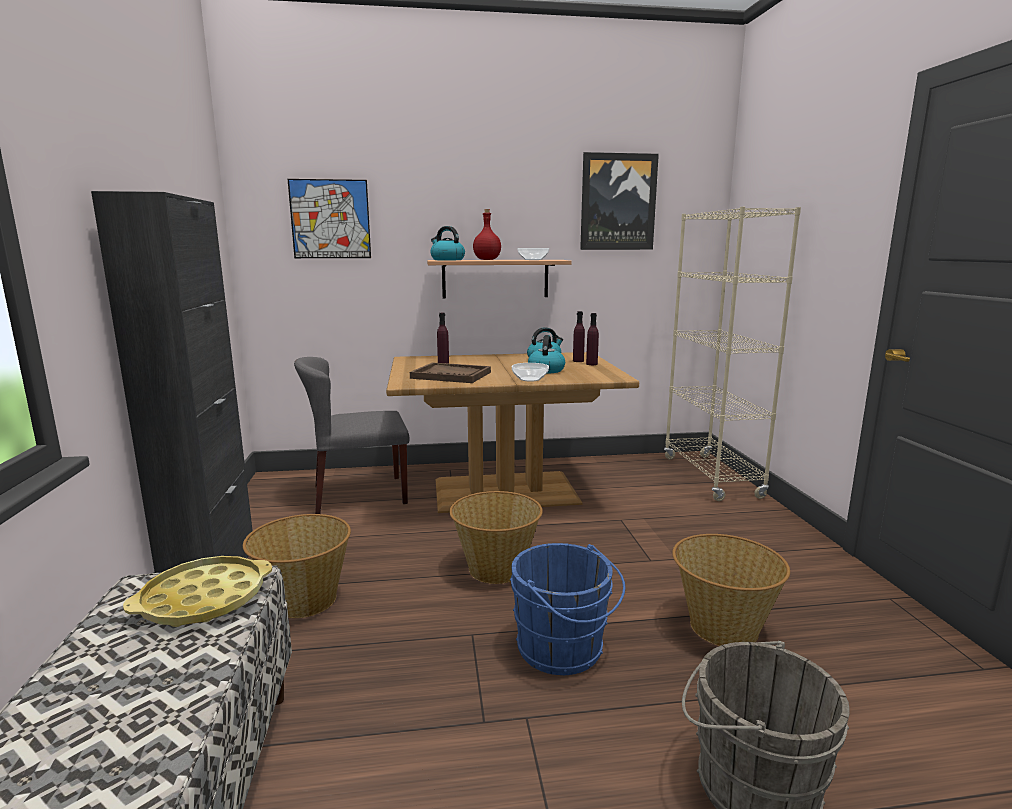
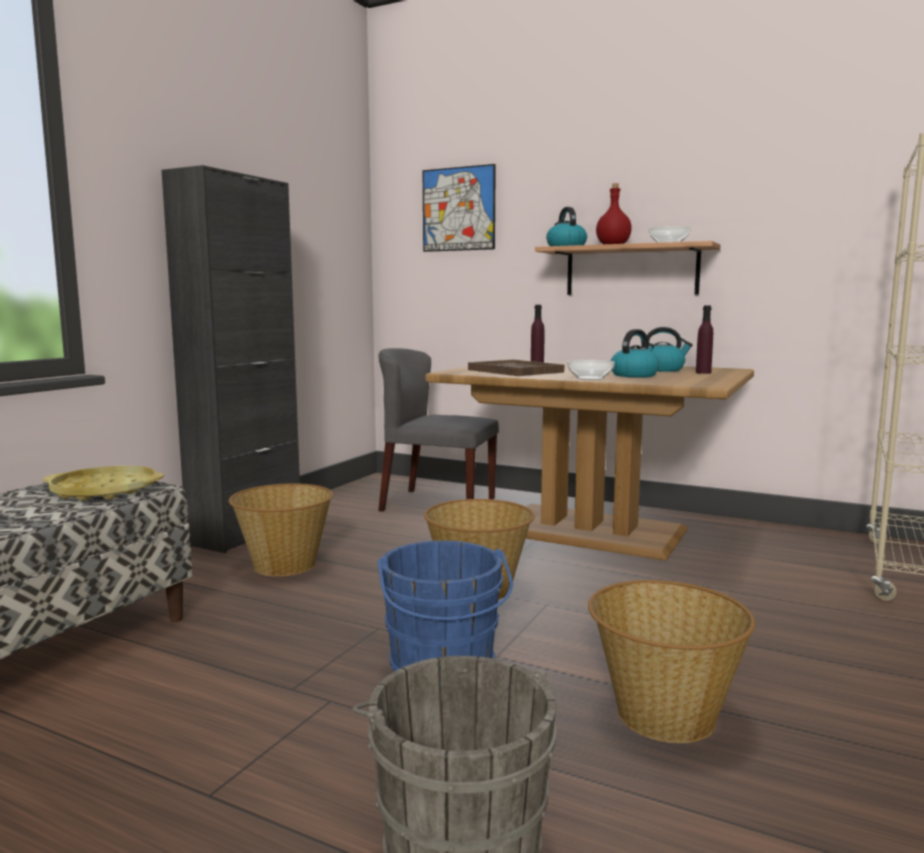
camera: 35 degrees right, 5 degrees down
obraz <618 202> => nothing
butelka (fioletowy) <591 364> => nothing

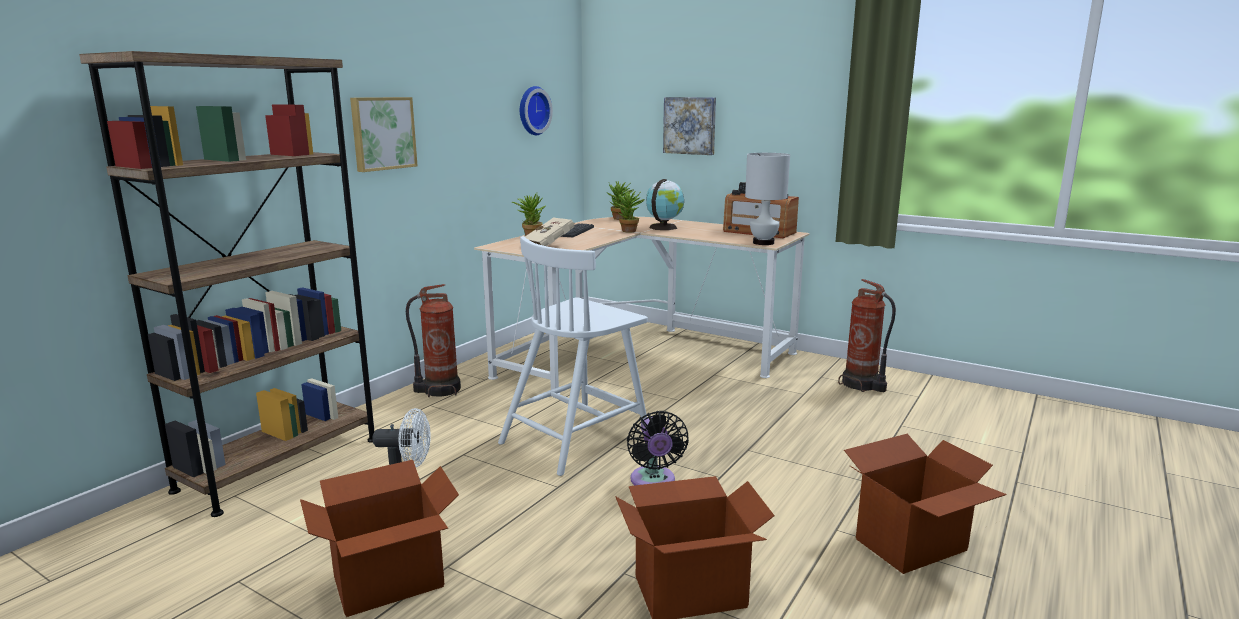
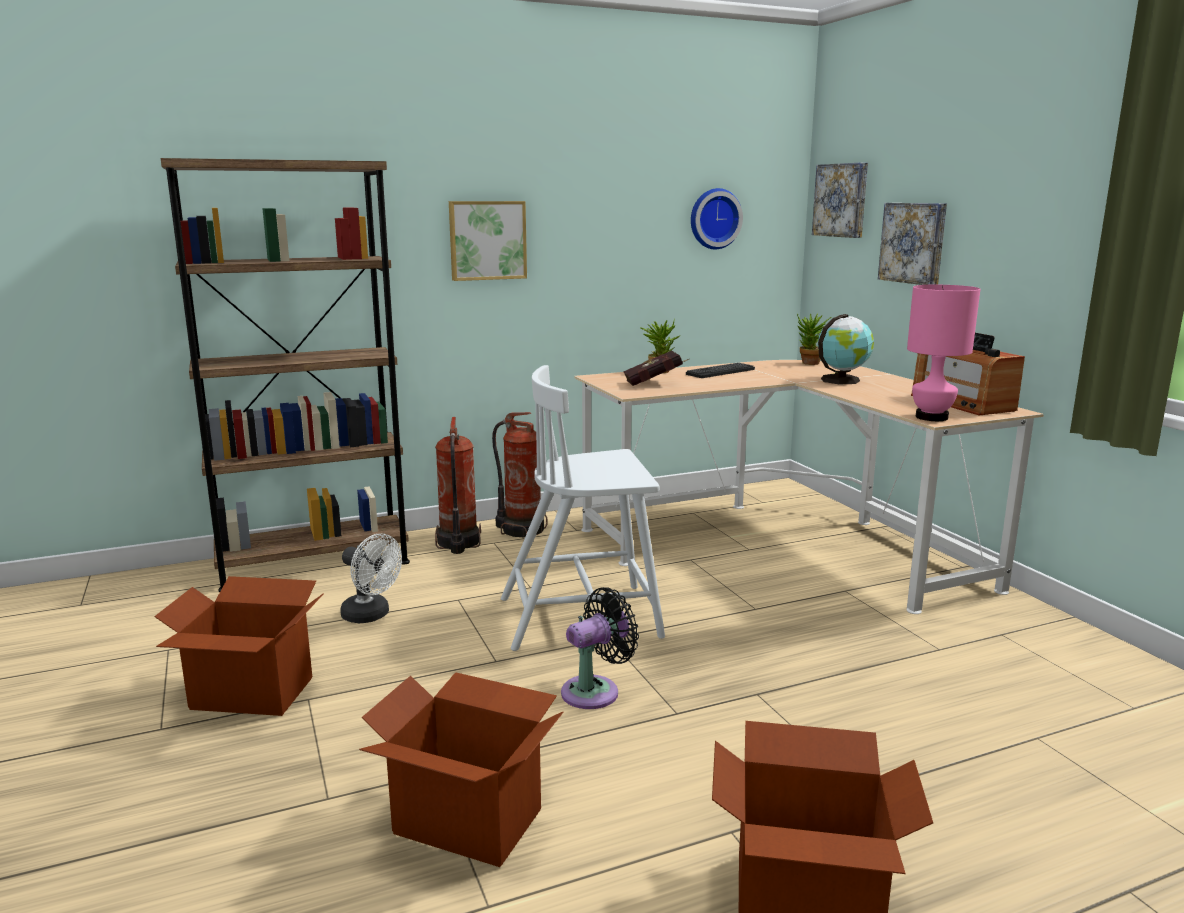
camera: 35 degrees right, 0 degrees up
książka (beżowy) <551 245> => książka (czerwony) <655 384>
roślina doniczkowa <629 231> => nothing
wentylator (czarny) <653 482> => wentylator (czarny) <595 691>, 150 degrees counterclockwise
lampa stołowa (biały) <763 243> => lampa stołowa (różowy) <931 417>
gaśnica <862 385> => gaśnica <457 543>, shifted
nothing => obraz <842 200>

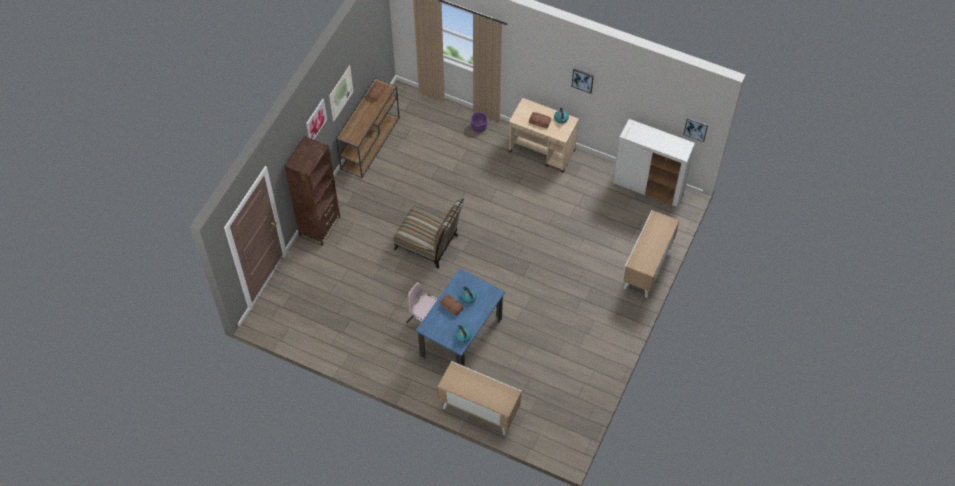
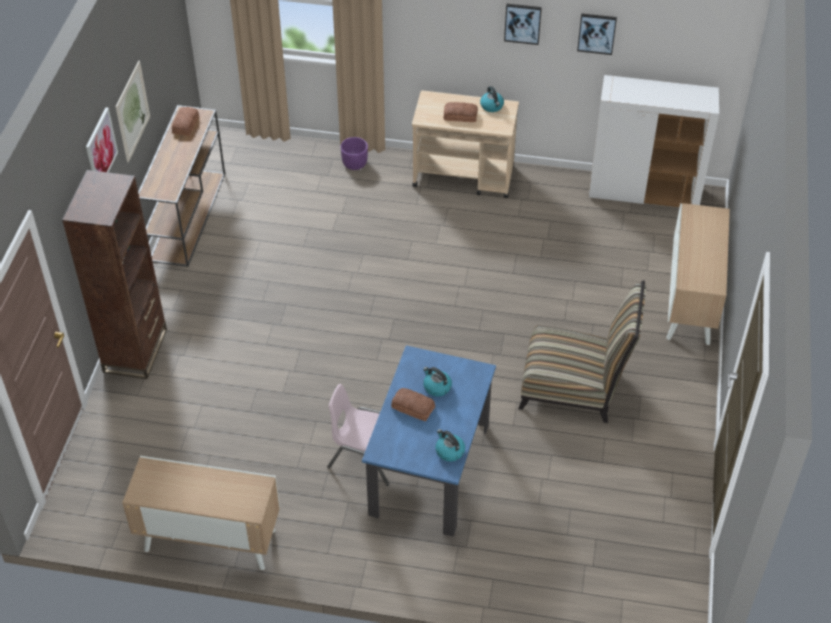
camera: 15 degrees left, 10 degrees down
krzesło <429 244> => krzesło <575 387>, shifted
szafka <478 410> => szafka <209 540>, shifted
obraz <696 128> => obraz <596 33>, shifted

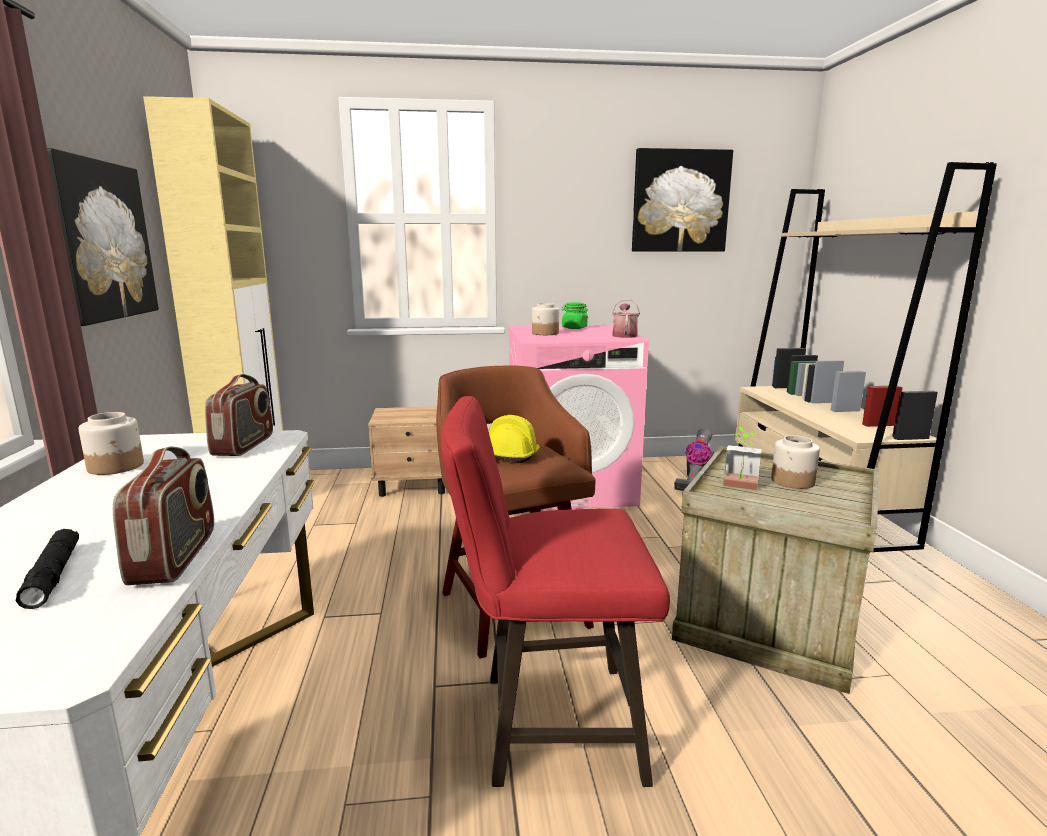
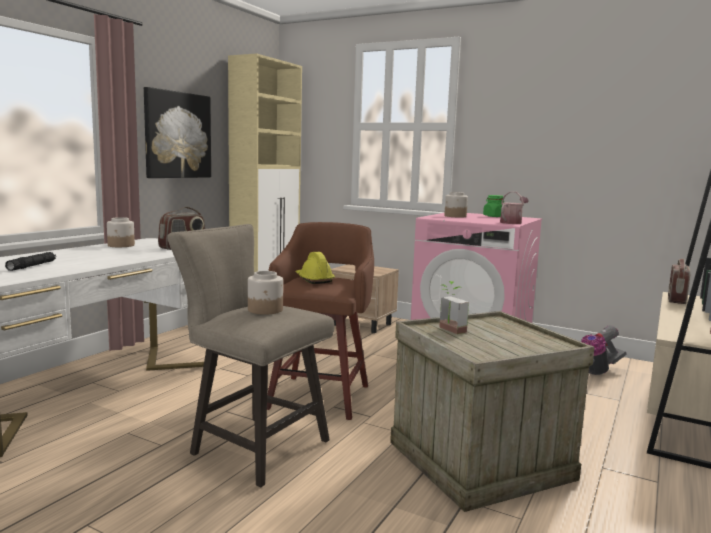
camera: 35 degrees right, 5 degrees down
radio <175 557> => radio <677 299>, shifted
stołek (czerwony) <547 725> => stołek (beżowy) <252 445>
obraz <680 201> => nothing
słoik <793 481> => słoik <265 310>, shifted

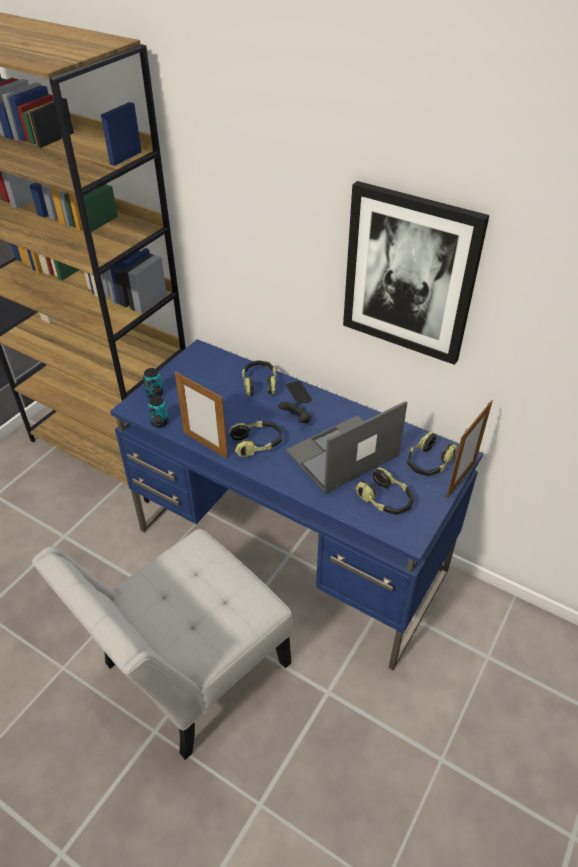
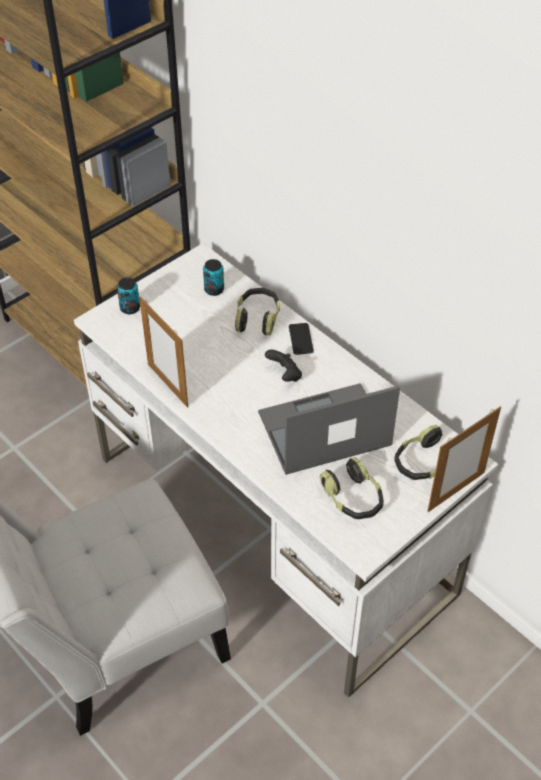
camera: 15 degrees right, 5 degrees up
biurko (niebieski) <291 551> => biurko (biały) <274 525>
puszka <160 422> => puszka <214 290>, shifted
słuchawki <257 444> => nothing
obraz <409 274> => nothing

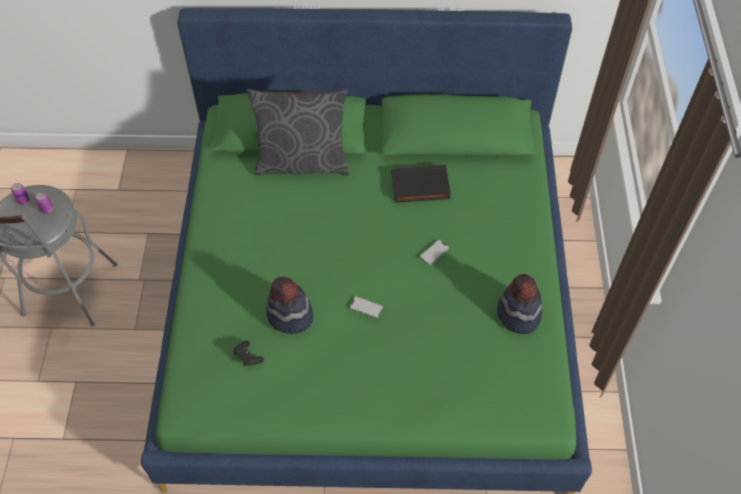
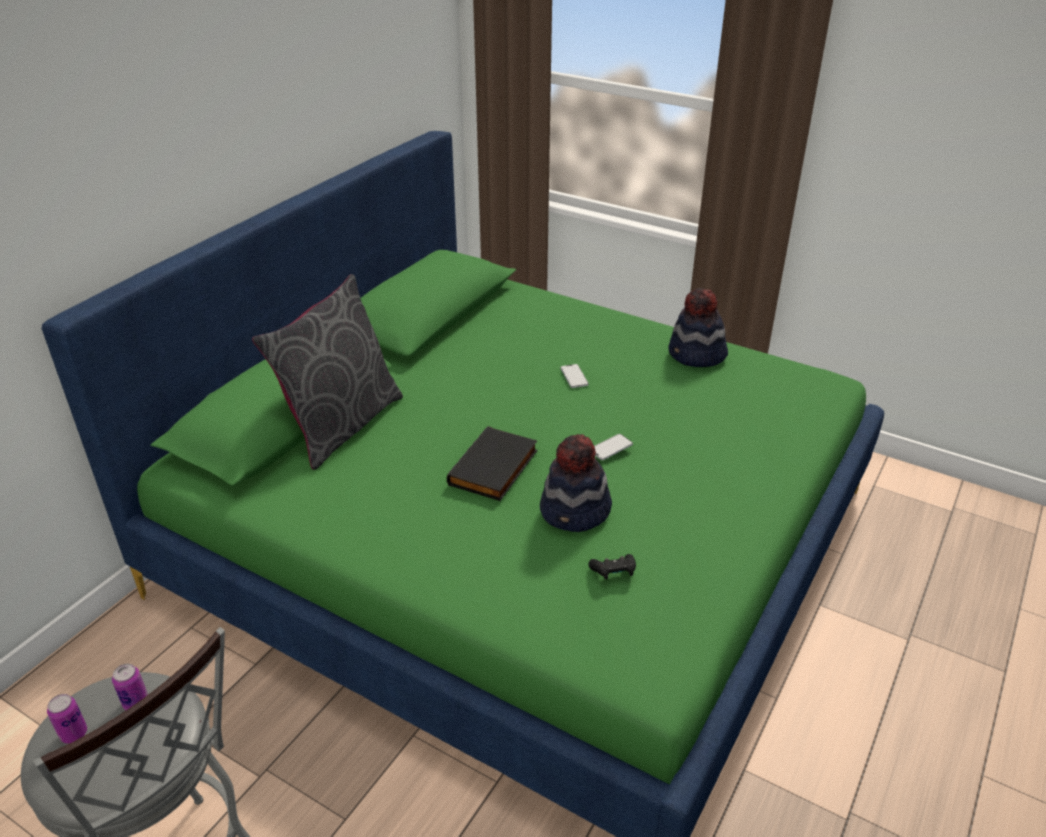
camera: 60 degrees left, 20 degrees down
książka (czarny) <420 187> => książka (czarny) <495 468>, shifted

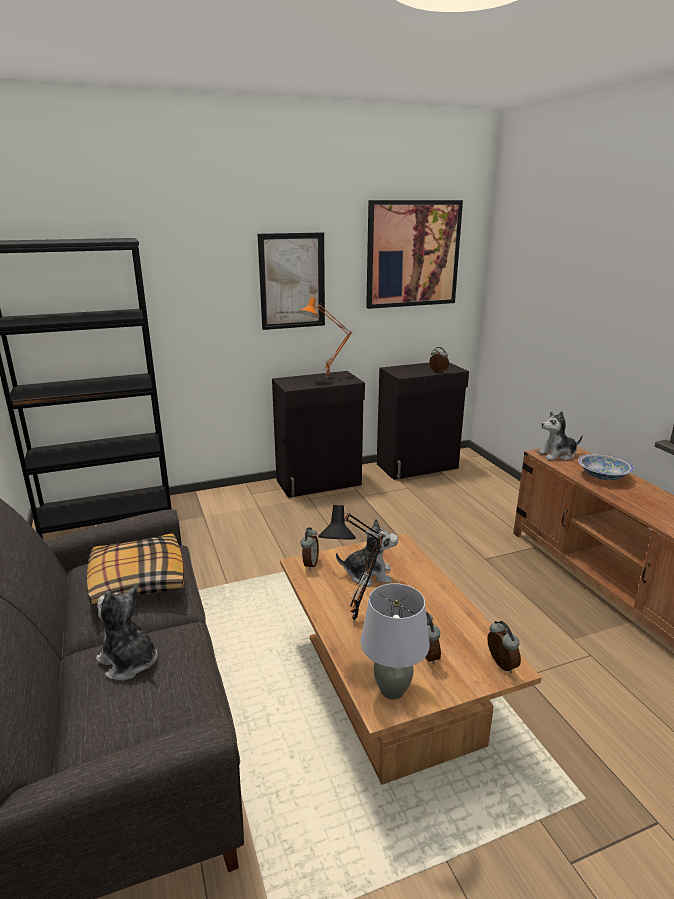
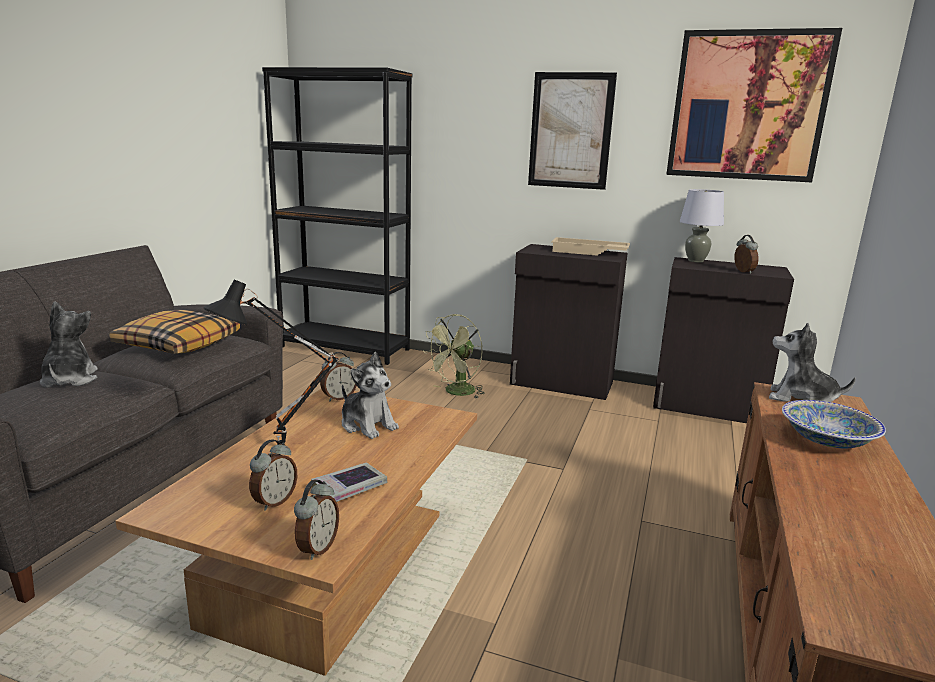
camera: 40 degrees right, 5 degrees down
lampa stołowa (pomarańczowy) <327 377> => taca (beżowy) <589 252>
lampa stołowa (szary) <392 690> => lampa stołowa (szary) <695 261>, shifted
nothing => książka <349 487>
nothing => wentylator (zielony) <456 393>

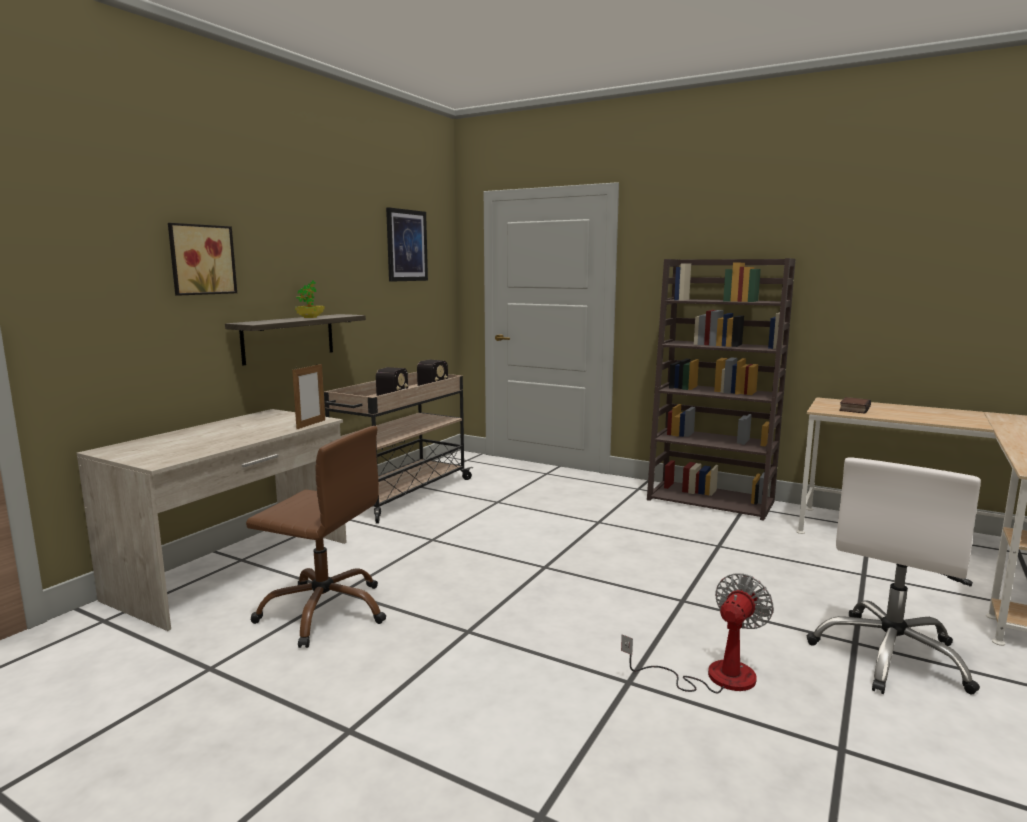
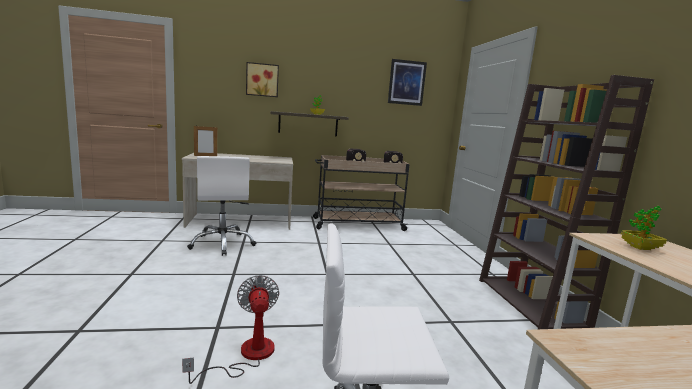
camera: 50 degrees right, 0 degrees up
krzesło biurowe (brązowy) <325 611> => krzesło biurowe (biały) <222 243>
ramka na zdjęcie <311 424> => ramka na zdjęcie <205 156>, shifted
wentylator <713 676> => wentylator <247 355>, 105 degrees counterclockwise
książka <853 409> => roślina doniczkowa <640 247>

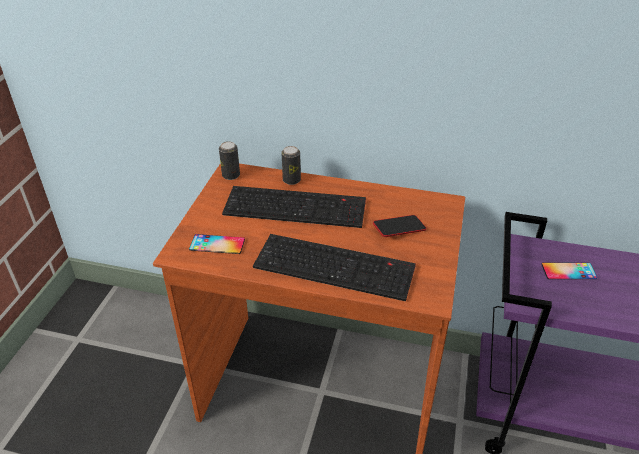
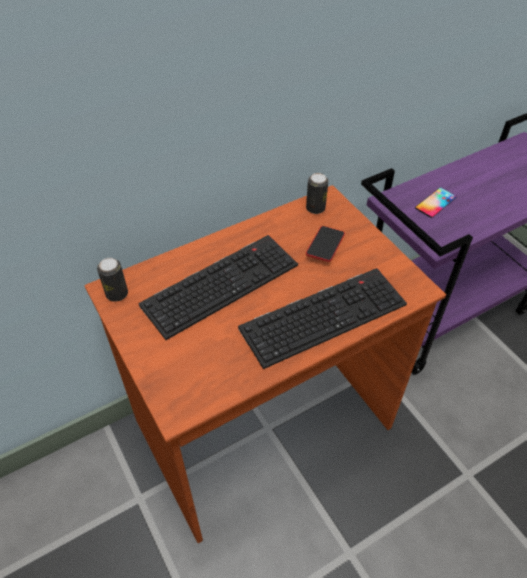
camera: 45 degrees left, 10 degrees up
telefon <217 244> => nothing
puszka <291 180> => puszka <315 208>, shifted

